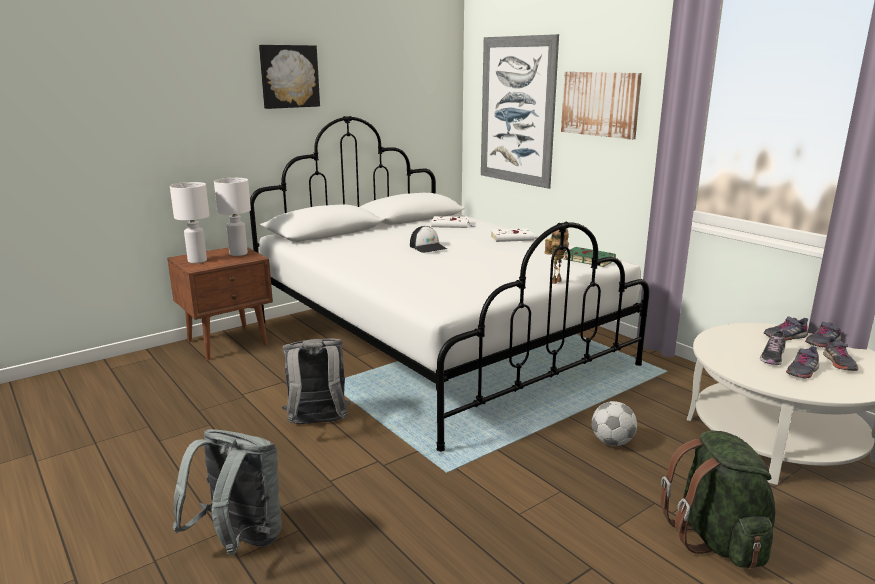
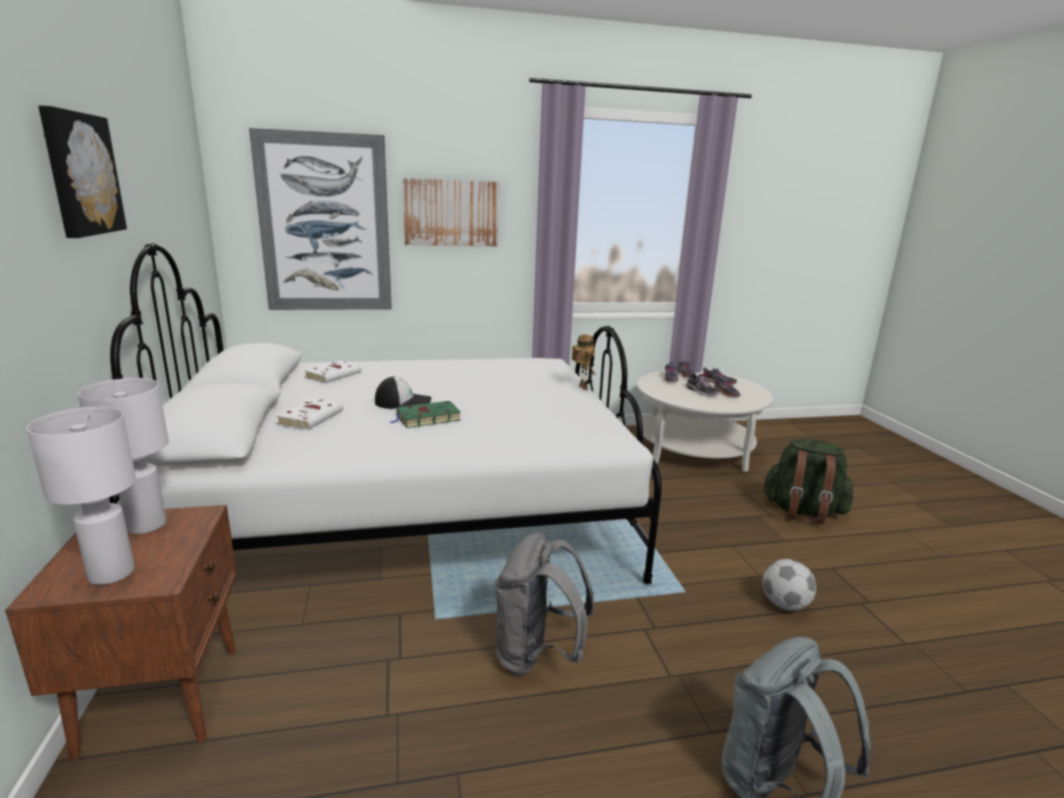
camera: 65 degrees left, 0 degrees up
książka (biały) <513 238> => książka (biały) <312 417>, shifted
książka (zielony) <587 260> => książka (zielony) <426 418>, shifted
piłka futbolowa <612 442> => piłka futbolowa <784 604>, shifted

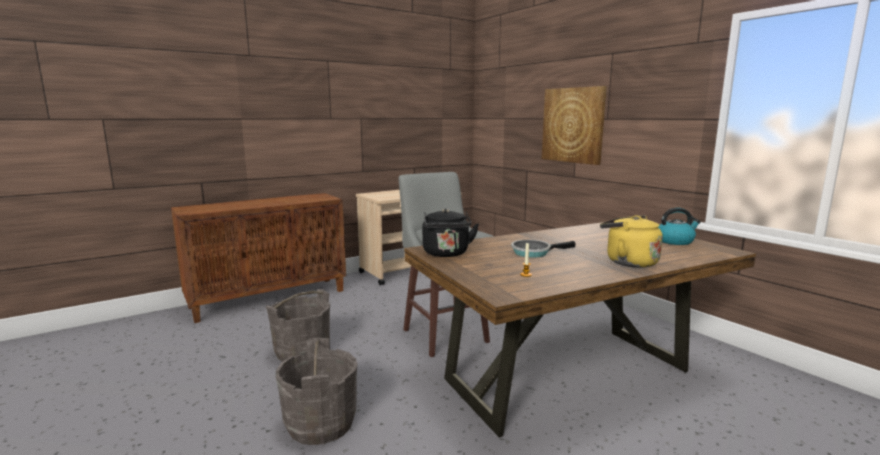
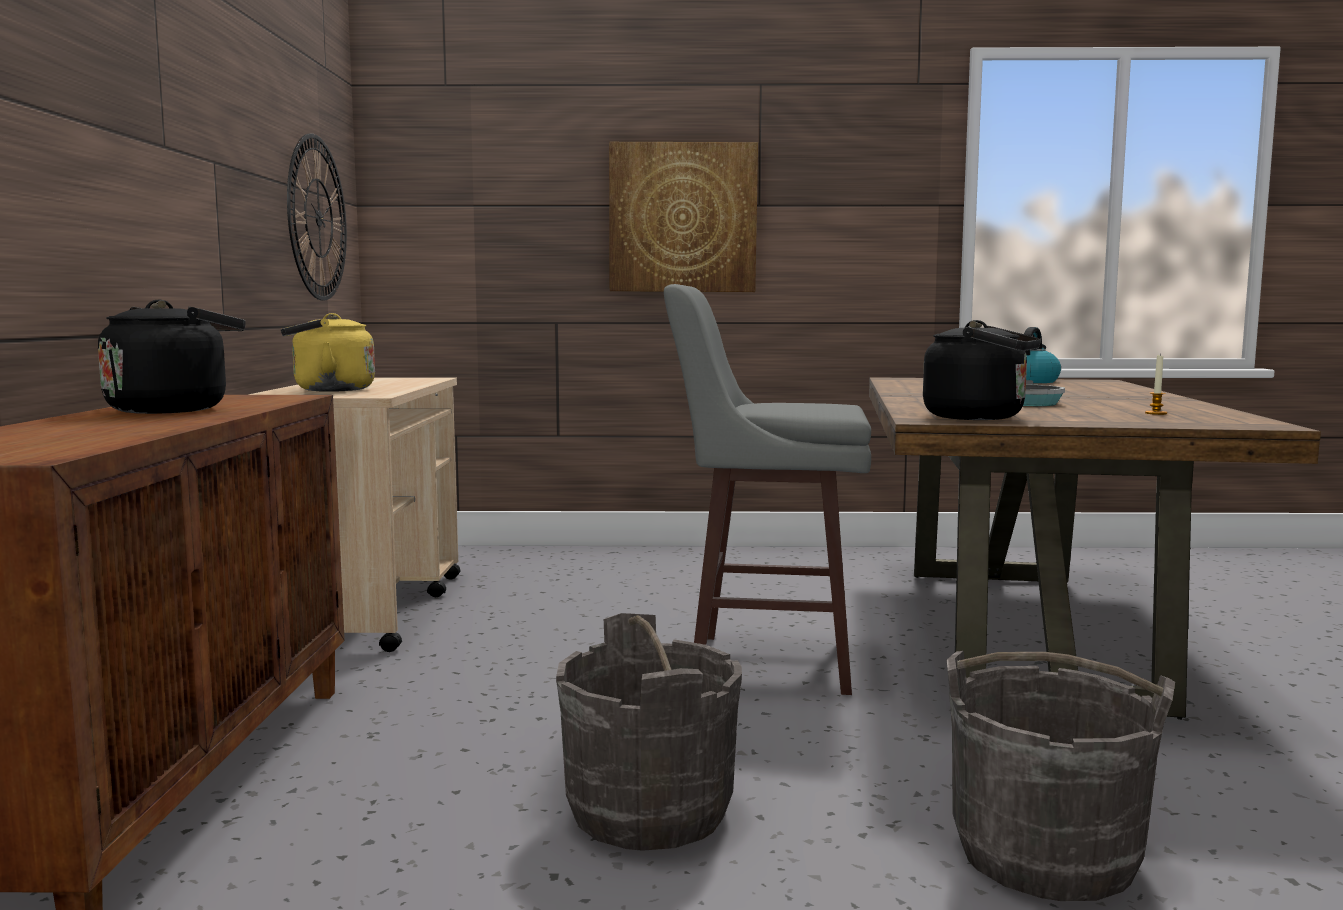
camera: 55 degrees left, 5 degrees down
czajnik (żółty) <628 262> => czajnik (żółty) <328 390>, shifted
nothing => czajnik (czarny) <174 410>
nothing => zegar ścienny <318 218>

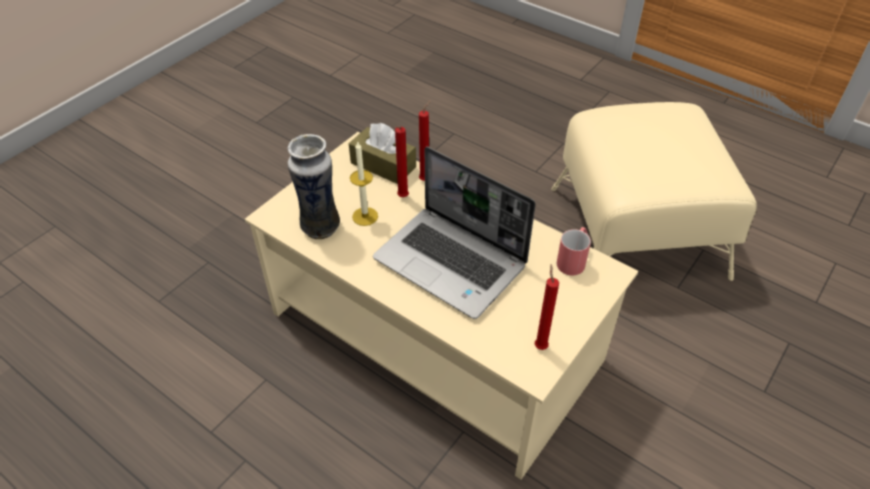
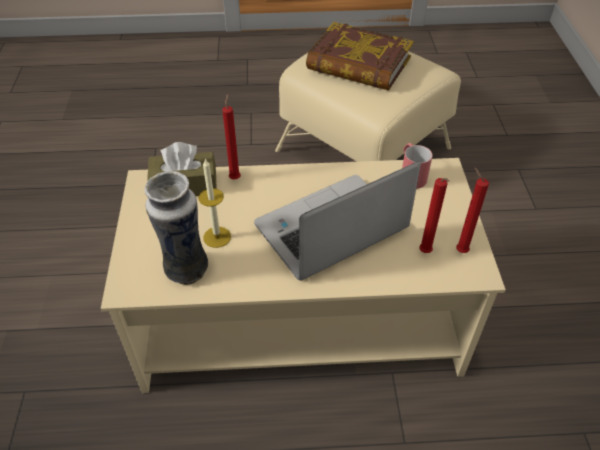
camera: 40 degrees left, 0 degrees up
laptop <452 262> => laptop <330 230>, 150 degrees clockwise
świeca (czerwony) <402 198> => świeca (czerwony) <425 253>, shifted
nothing => książka <358 64>

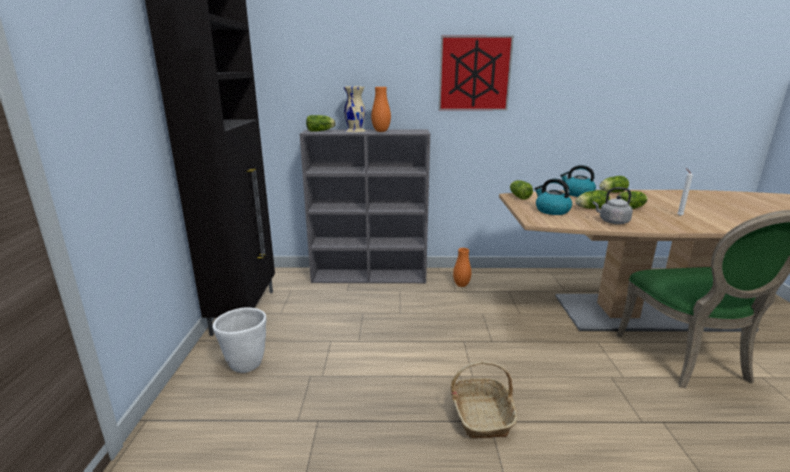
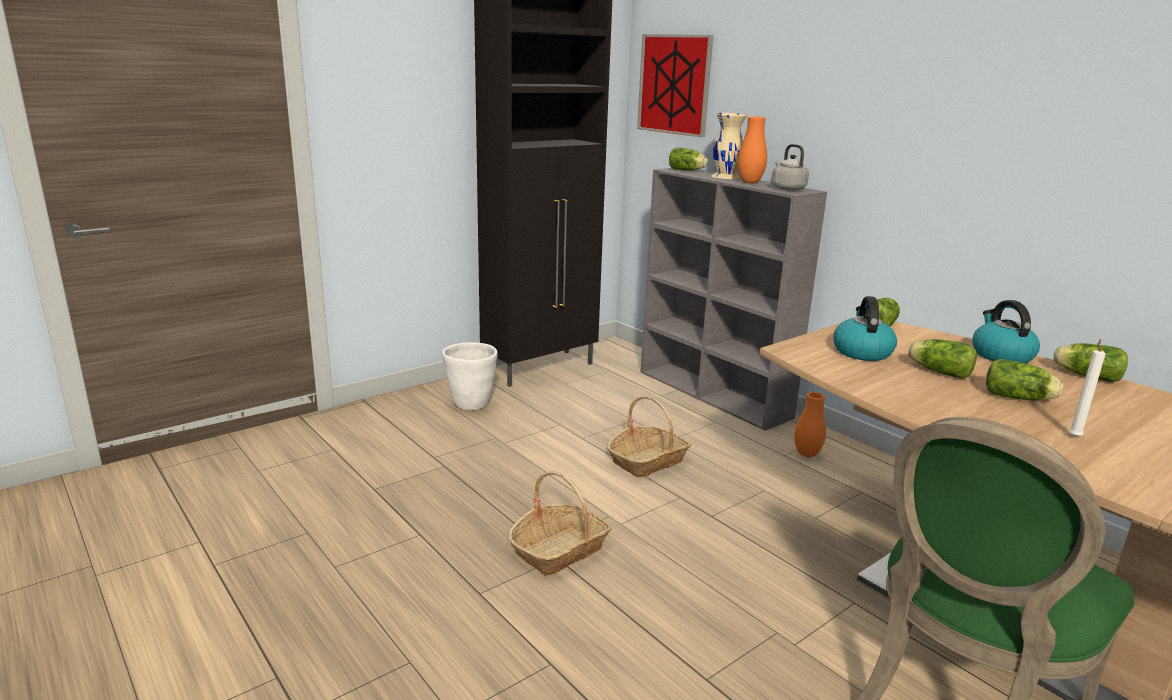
camera: 50 degrees right, 0 degrees up
obraz <474 74> => obraz <674 84>, shifted
czajnik (szary) <612 221> => czajnik (szary) <787 188>, shifted
nothing => koszyk <648 461>

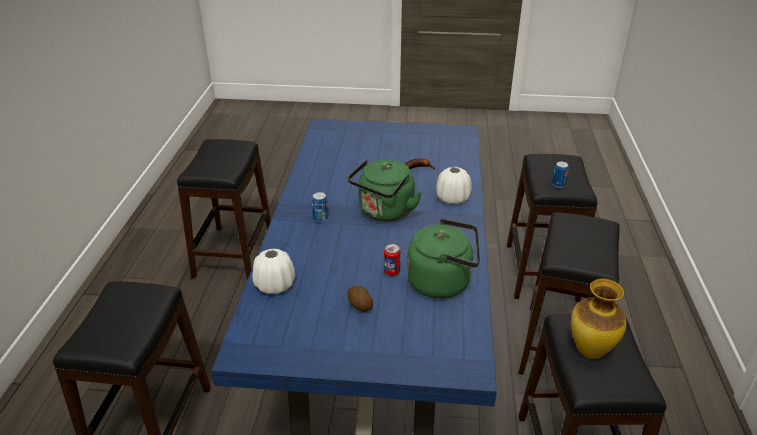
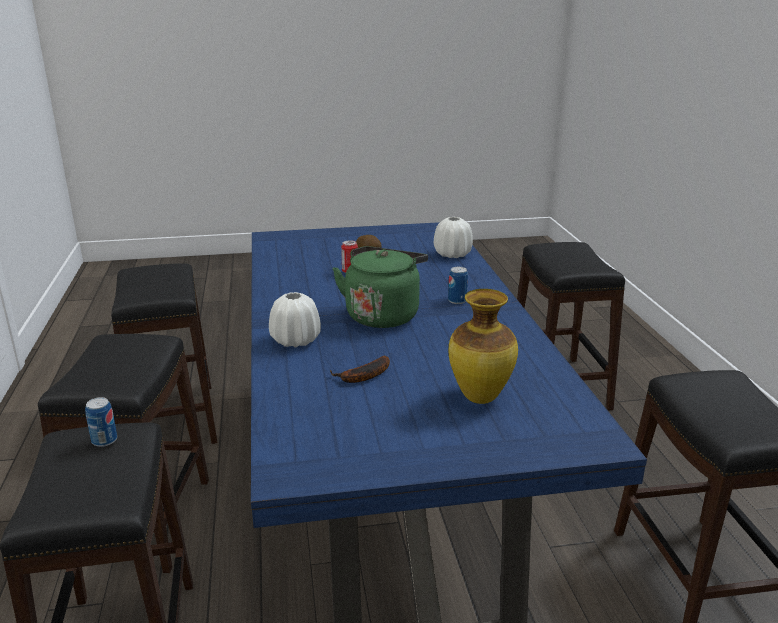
camera: 165 degrees right, 10 degrees down
czajnik (zielony) <443 282> => nothing
wazon <589 351> => wazon <481 397>, shifted

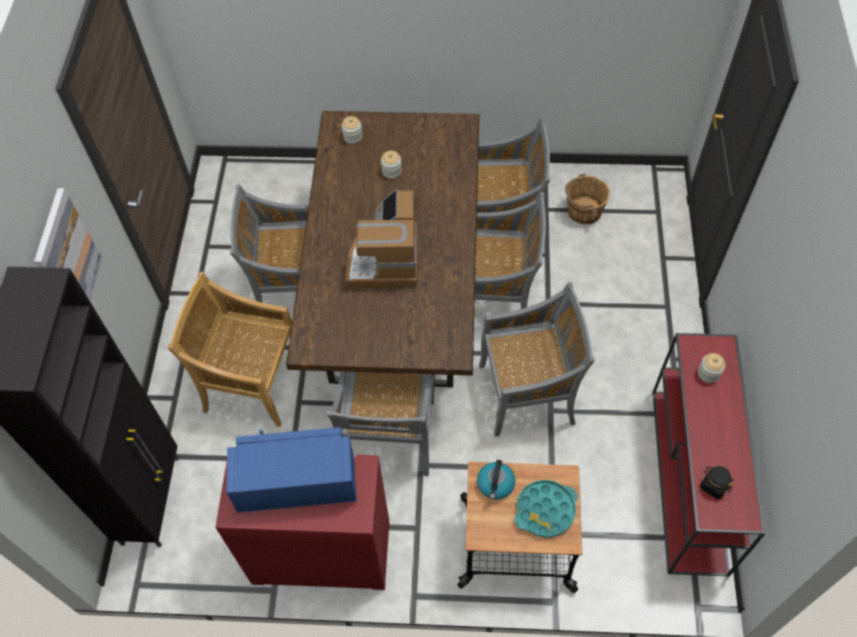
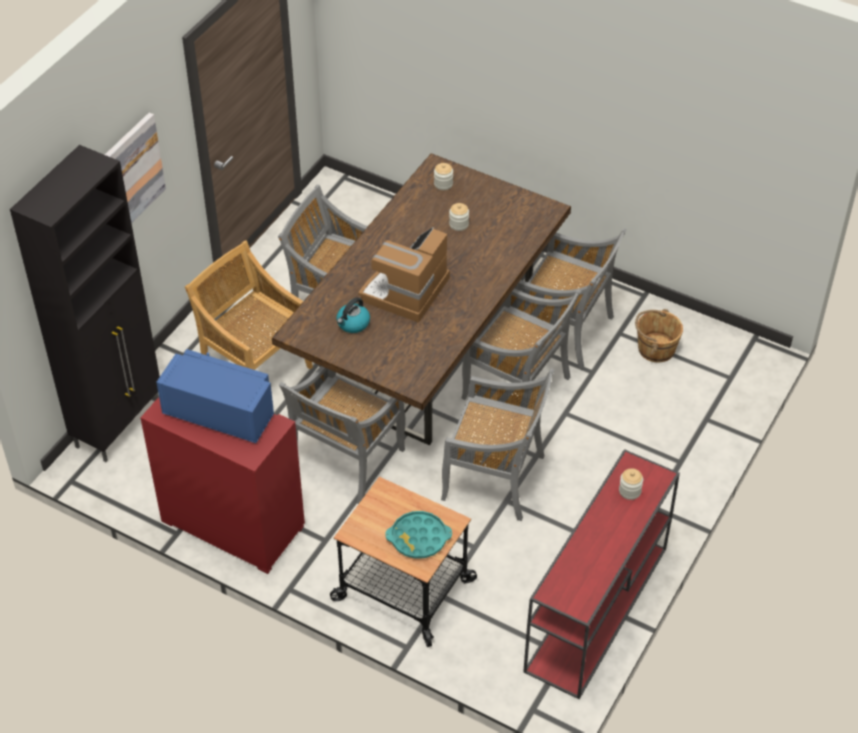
camera: 25 degrees right, 10 degrees down
czajnik <495 484> => czajnik <353 324>, shifted
słoik (czarny) <714 485> => nothing

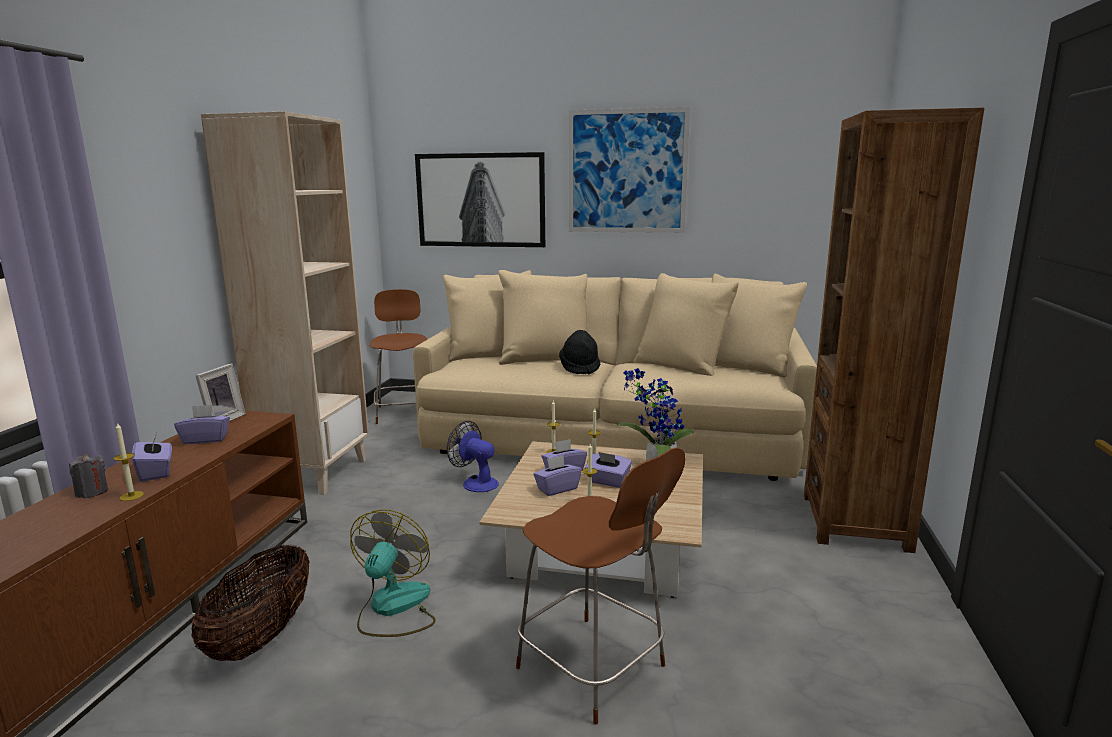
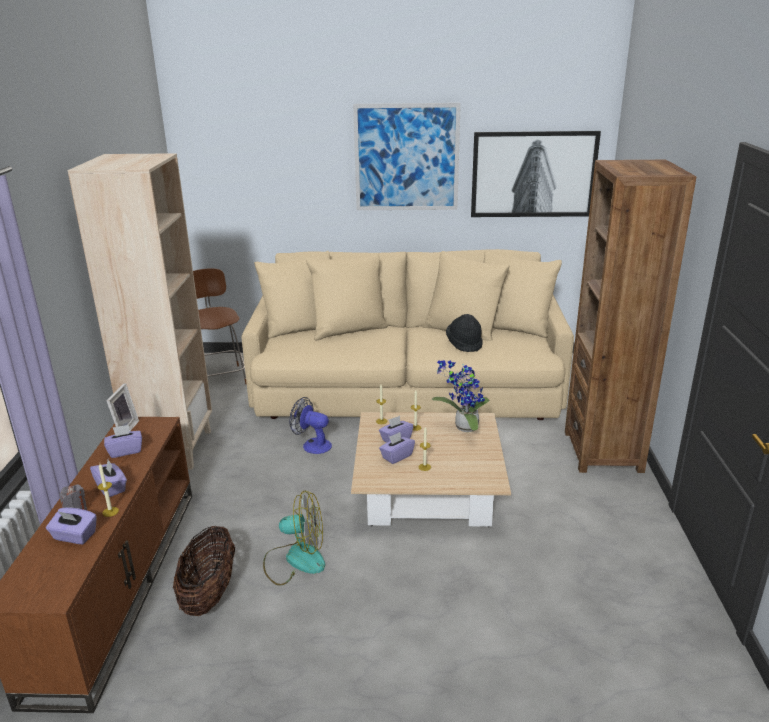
camera: 10 degrees left, 10 degrees up
wentylator <393 608> => wentylator <295 560>, 90 degrees clockwise
obraz <480 200> => obraz <533 174>, shifted
stołek (brązowy) <594 669> => nothing
kapelusz (czarny) <580 368> => kapelusz (czarny) <464 344>, shifted
pudełko chusteczek (fioletowy) <607 481> => pudełko chusteczek (fioletowy) <74 536>, shifted

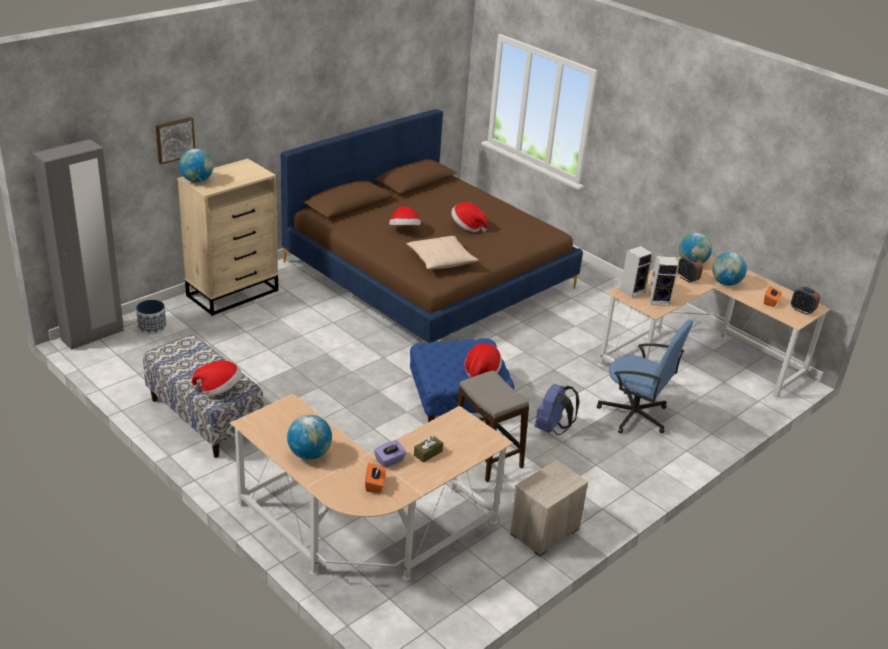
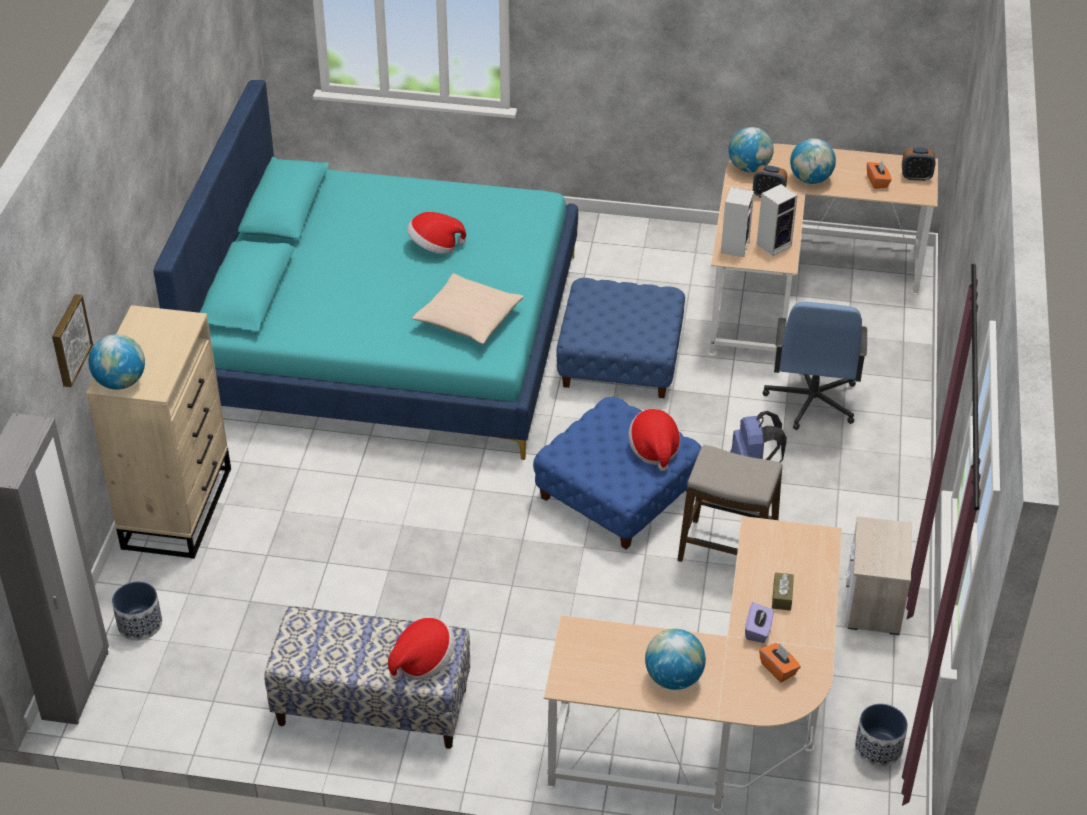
camera: 35 degrees left, 10 degrees up
łóżko (brązowy) <429 275> => łóżko (turkusowy) <387 334>
kapelusz <404 230> => nothing
krzesło biurowe (niebieski) <634 415> => krzesło biurowe (niebieski) <811 401>, 105 degrees clockwise
nothing => pufa (niebieski) <619 359>
nothing => donica <877 748>

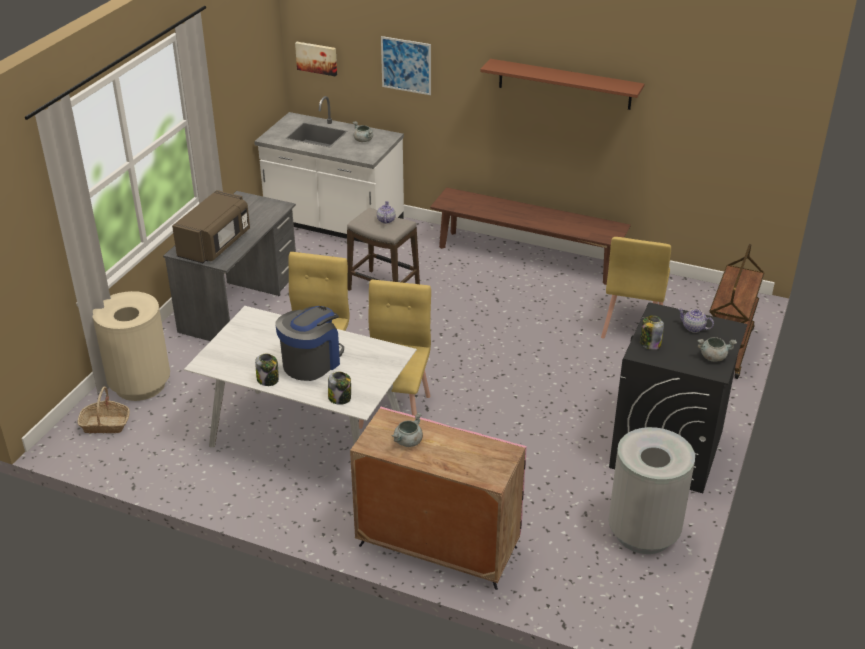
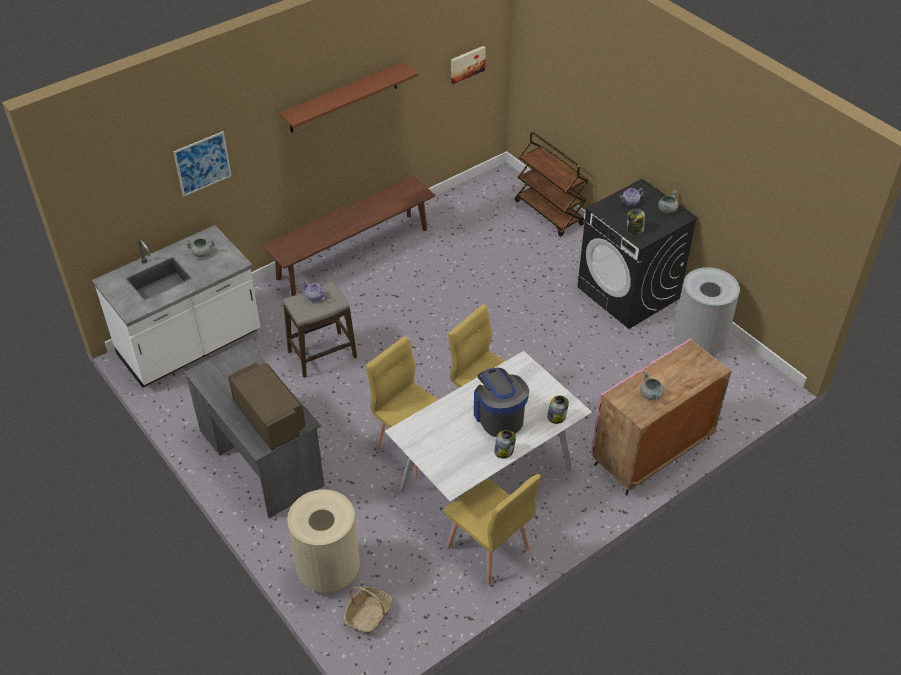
camera: 60 degrees left, 10 degrees up
obraz <317 58> => obraz <467 64>, shifted
krzesło (żółty) <631 326> => krzesło (żółty) <488 549>, shifted

